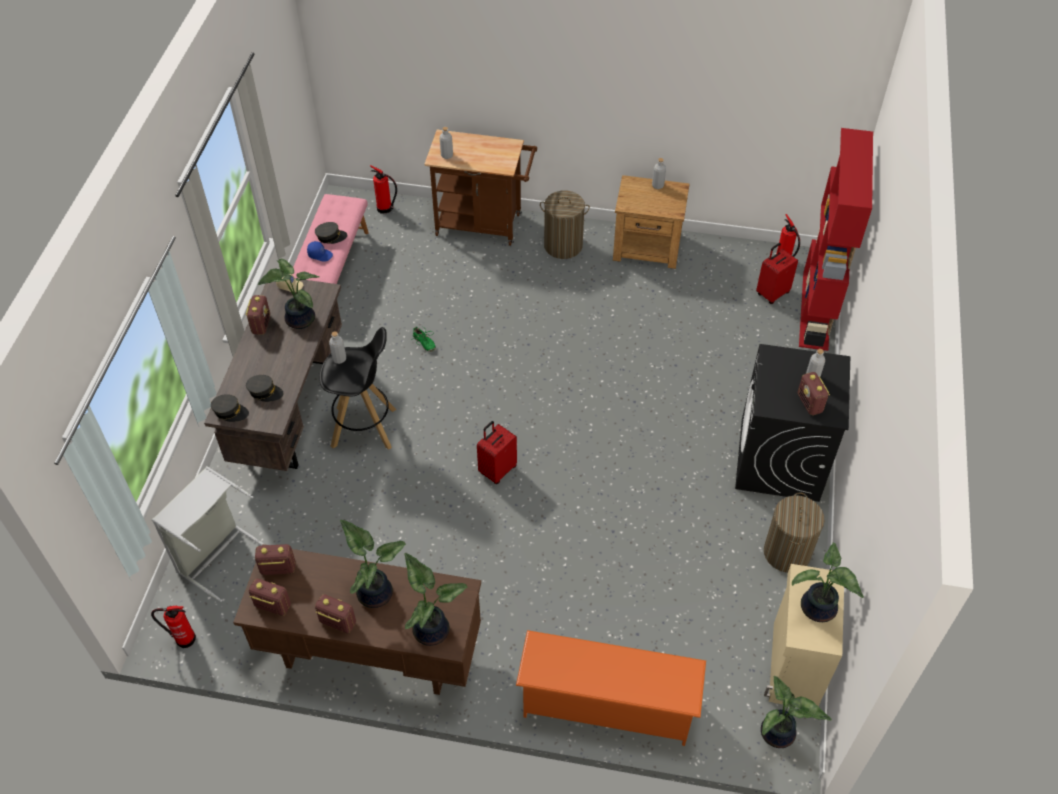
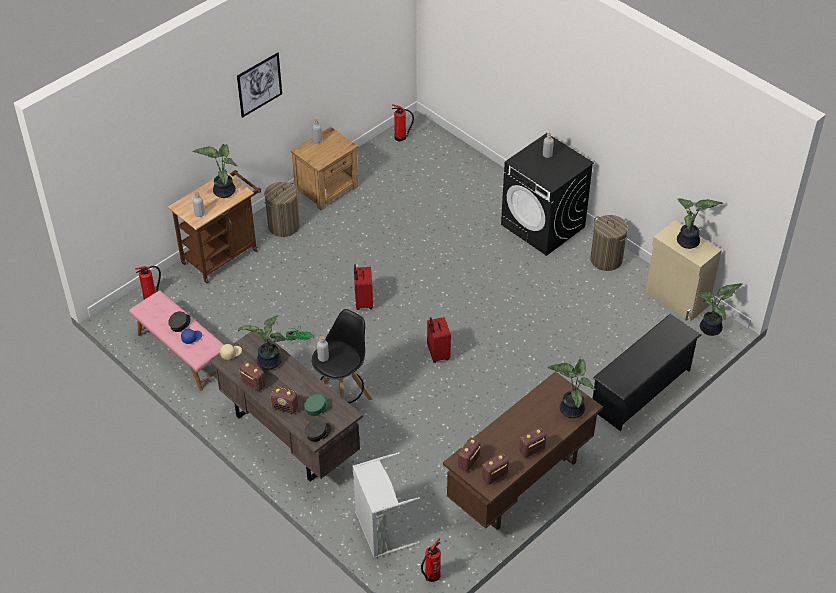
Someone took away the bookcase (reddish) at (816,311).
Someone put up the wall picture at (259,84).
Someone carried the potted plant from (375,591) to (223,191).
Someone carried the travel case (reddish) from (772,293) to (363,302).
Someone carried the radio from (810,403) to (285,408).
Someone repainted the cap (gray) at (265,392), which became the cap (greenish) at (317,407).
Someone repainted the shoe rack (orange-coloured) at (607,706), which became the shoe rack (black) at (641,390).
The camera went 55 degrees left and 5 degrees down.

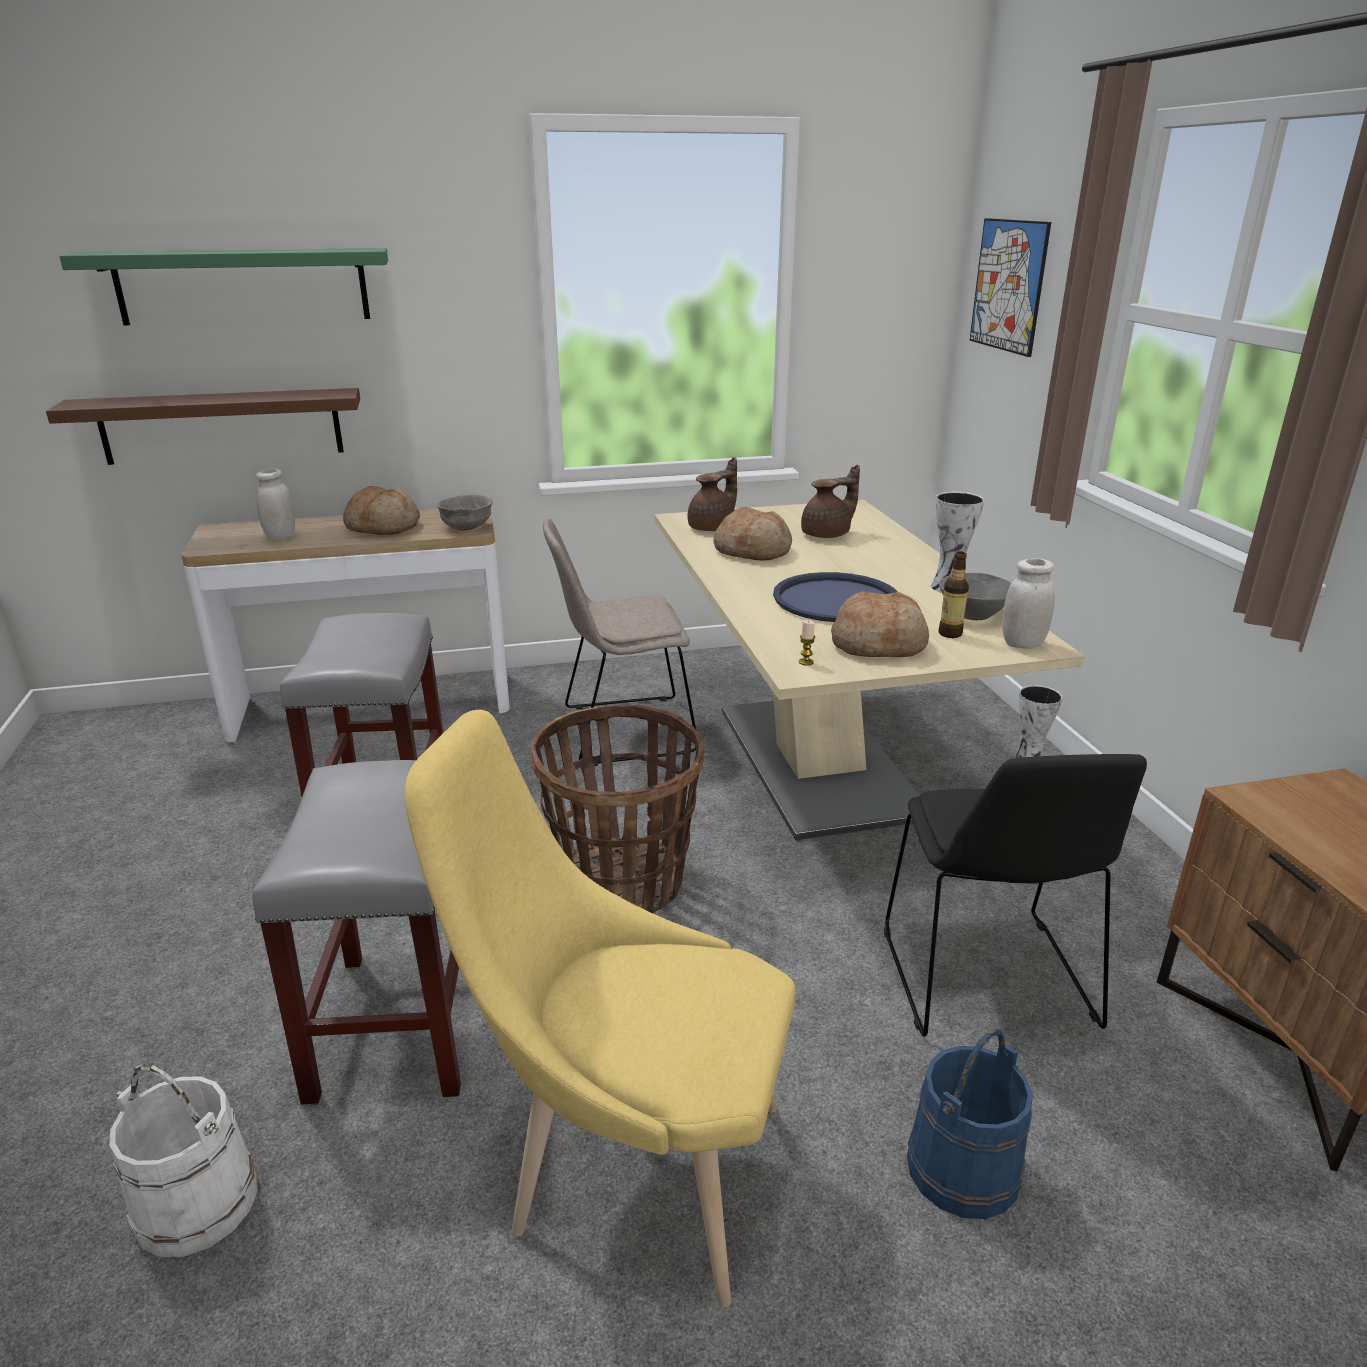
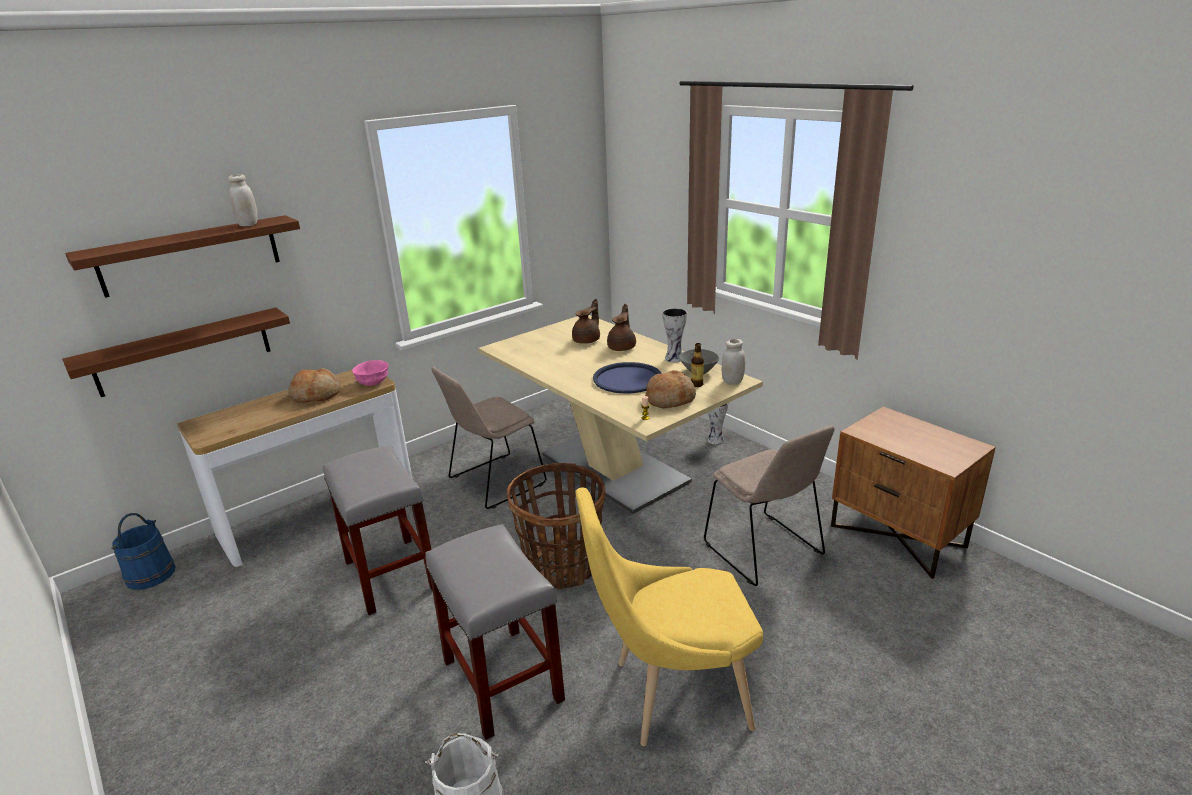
Someone took away the baked bread at (753,551).
Someone took away the wall picture at (1008,285).
Someone carried the jar (white) from (281,537) to (248,224).
Someone carried the pot for tea (brown) from (713,528) to (622,347).
Someone carried the pail (blue) from (963,1169) to (151,574).
Someone repainted the bracket shelf (greenish) at (243,286), which became the bracket shelf (brown) at (190,255).
Someone repainted the serving bowl (gray) at (467,527), which became the serving bowl (pink) at (373,382).
Someone repainted the plain chair (black) at (987,981), which became the plain chair (beige-coloured) at (765,551).
The camera went 25 degrees left and 0 degrees up.

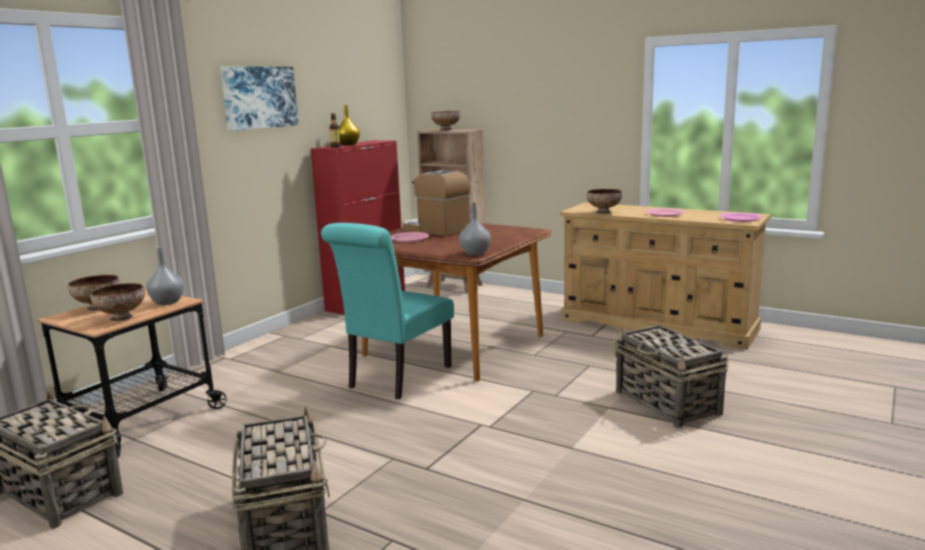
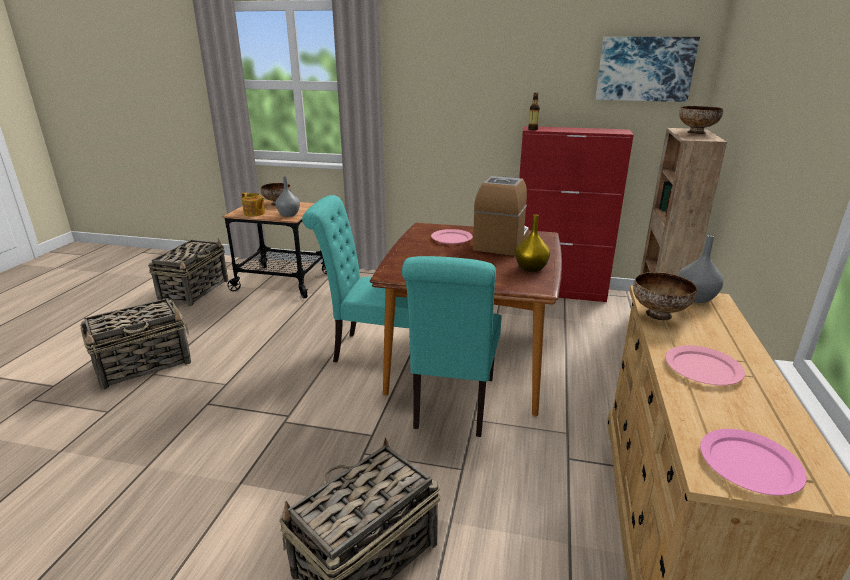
Someone put down the plain chair (turquoise) at (452,406).
Someone carried the wall picture from (259,97) to (644,69).
Someone carried the decorative vase (yellow) from (349,144) to (531,268).
Someone carried the decorative vase (gray) from (475,253) to (696,298).
Someone swapped the serving bowl at (121,318) for the pot for tea at (254,213).
The camera went 70 degrees right and 10 degrees up.

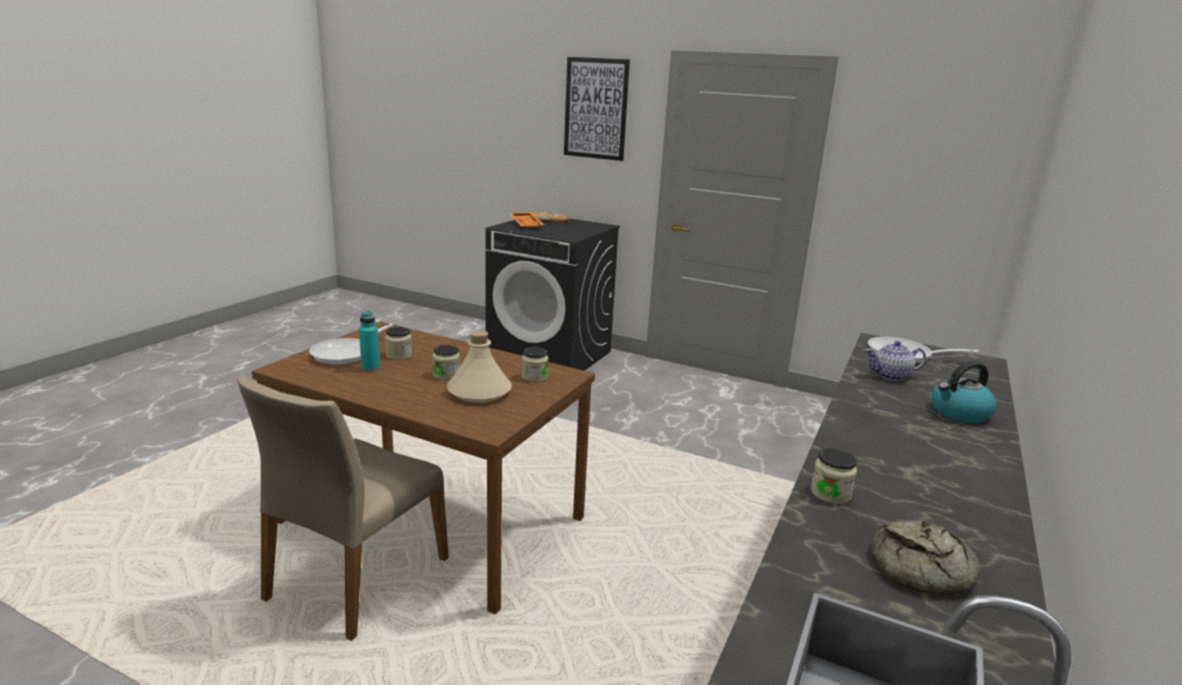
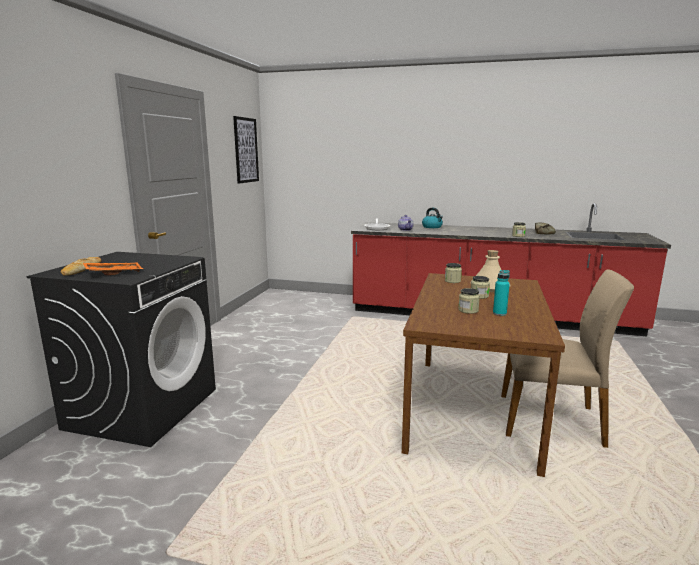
Someone took away the pan at (347,353).
Someone carried the wall picture from (596,109) to (246,150).
The camera went 100 degrees left and 5 degrees down.

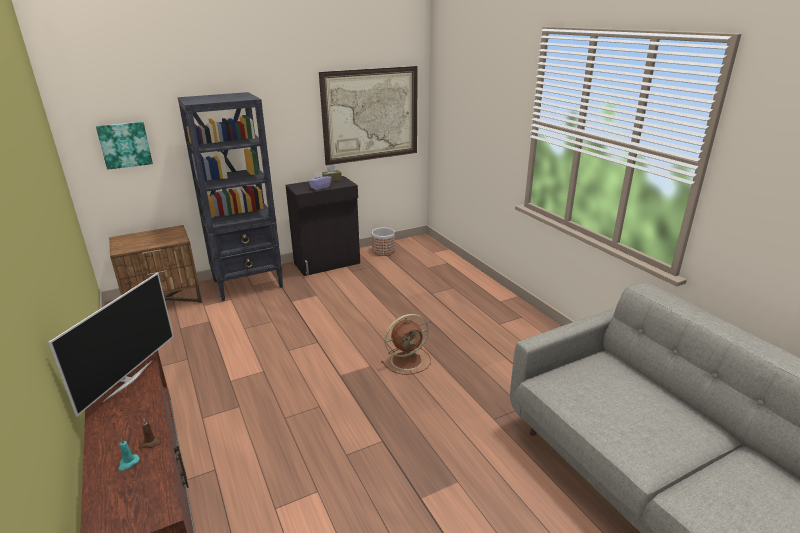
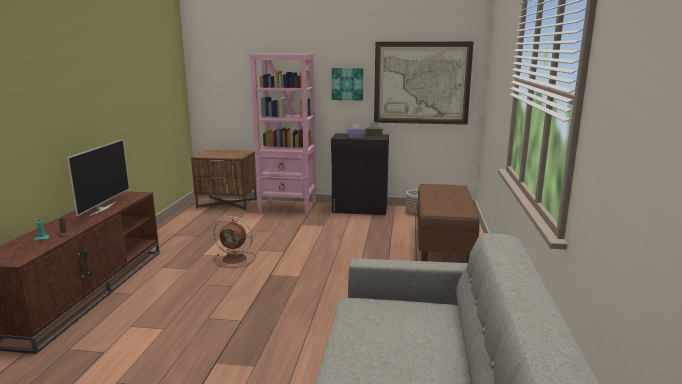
Someone put down the bench (brown) at (443,246).
Someone carried the wall picture from (125,145) to (347,84).
Someone carried the fan (brown) from (408,360) to (235,259).
Someone repainted the bookcase (black) at (248,284), which became the bookcase (pink) at (288,208).
Someone rotated the TV at (128,380) by 45 degrees counterclockwise.
The camera went 35 degrees right and 10 degrees down.

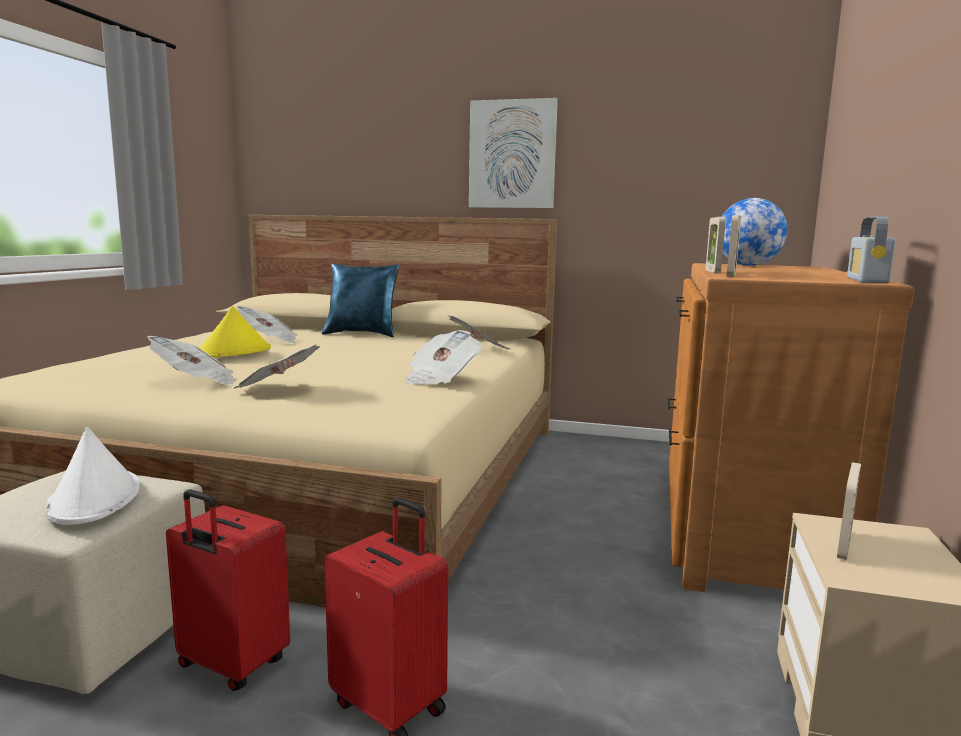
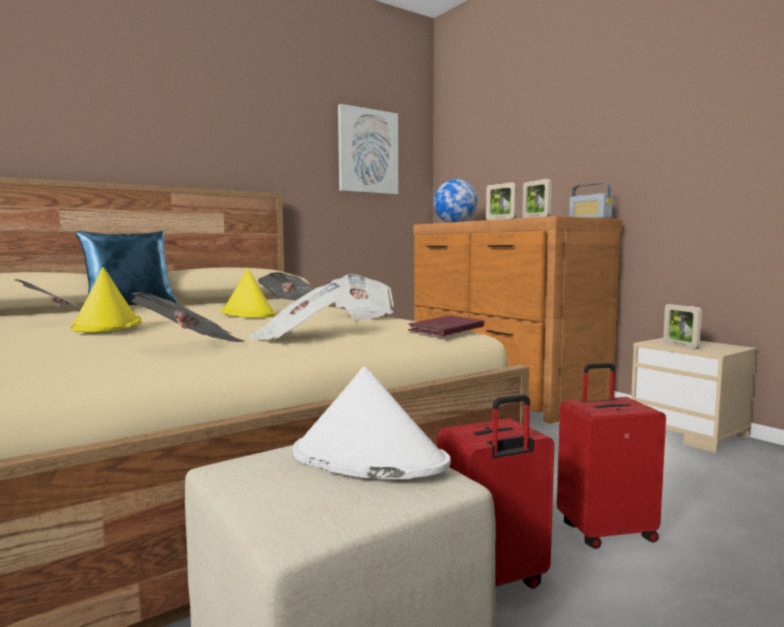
Someone put down the hat (yellow) at (248,313).
Someone put down the volume (reddish) at (446,330).
Someone carried the wall picture from (512,154) to (368,151).
The camera went 50 degrees left and 5 degrees down.

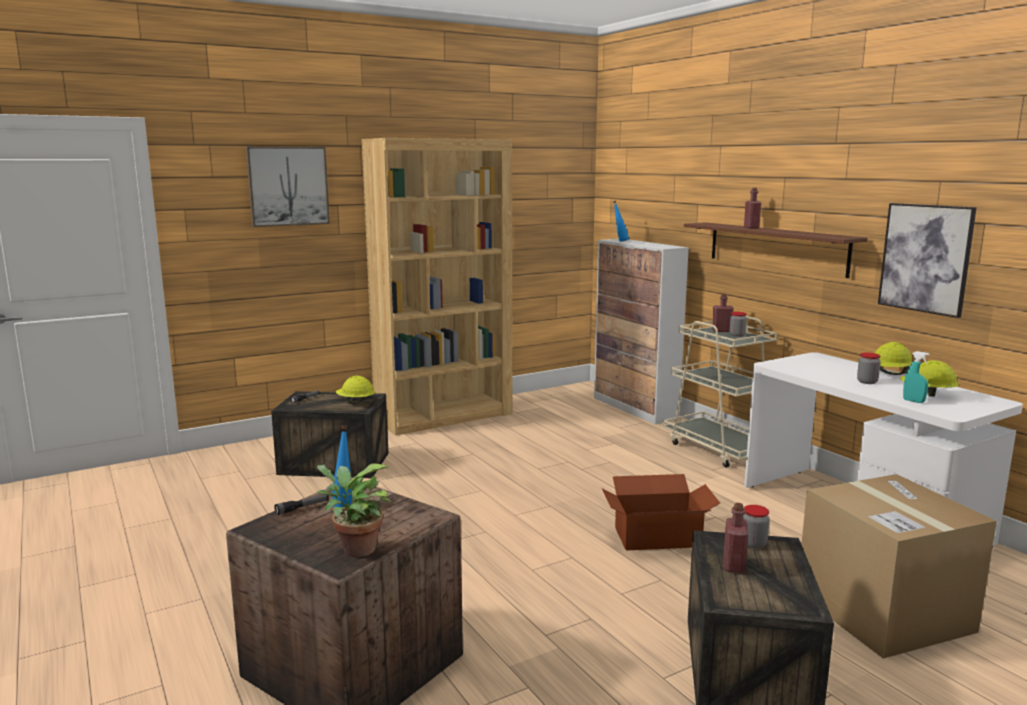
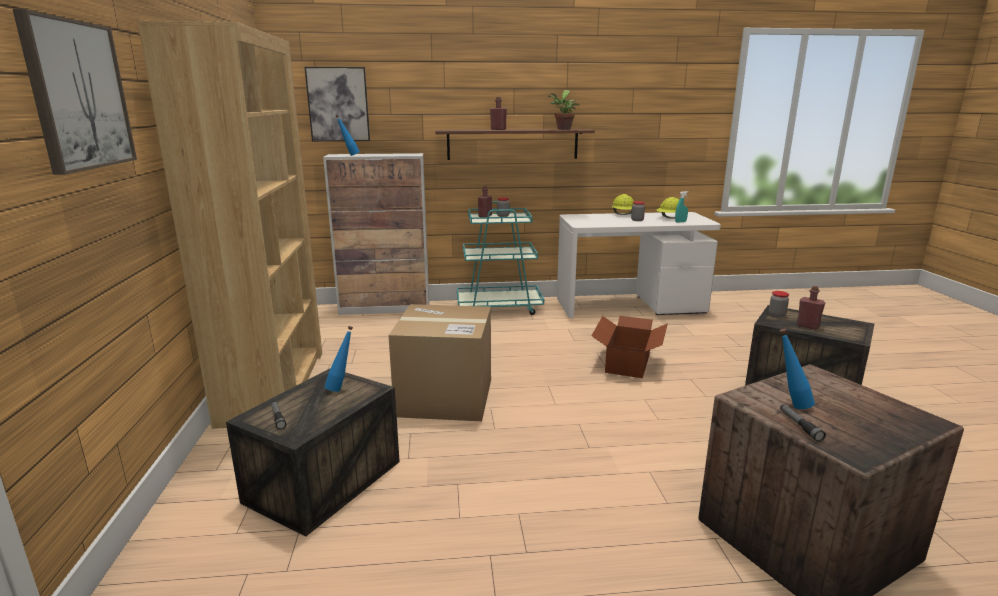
Someone carried the potted plant from (355,549) to (563,129).
Someone carried the cardboard box from (883,612) to (445,397).
Someone carried the wall picture from (925,258) to (338,104).
Someone swapped the work helmet (yellow) at (355,402) for the beverage bottle (blue) at (341,388).
Someone repainted the cart (beige-coloured) at (719,449), which became the cart (turquoise) at (499,307).
The camera went 65 degrees left and 5 degrees up.

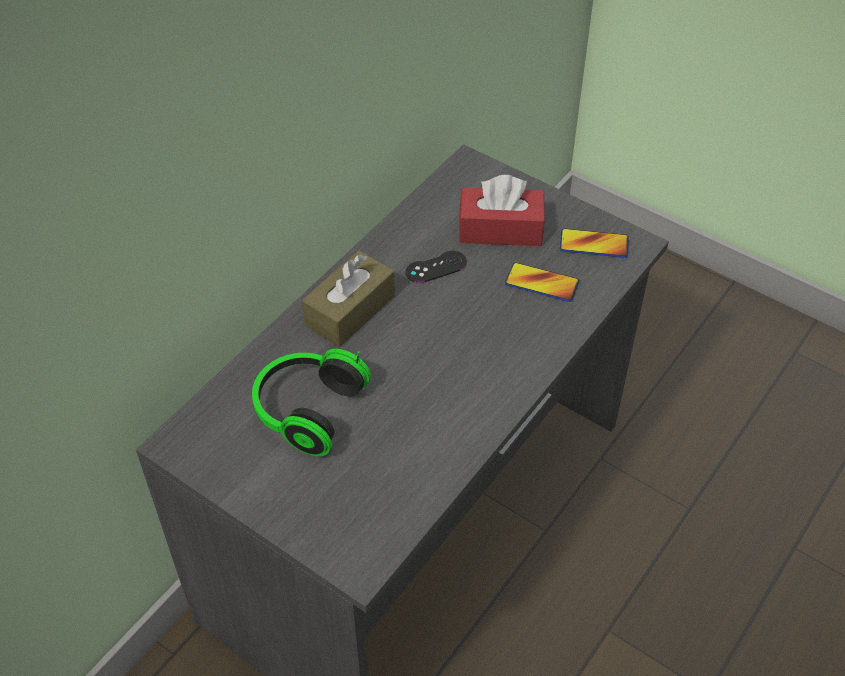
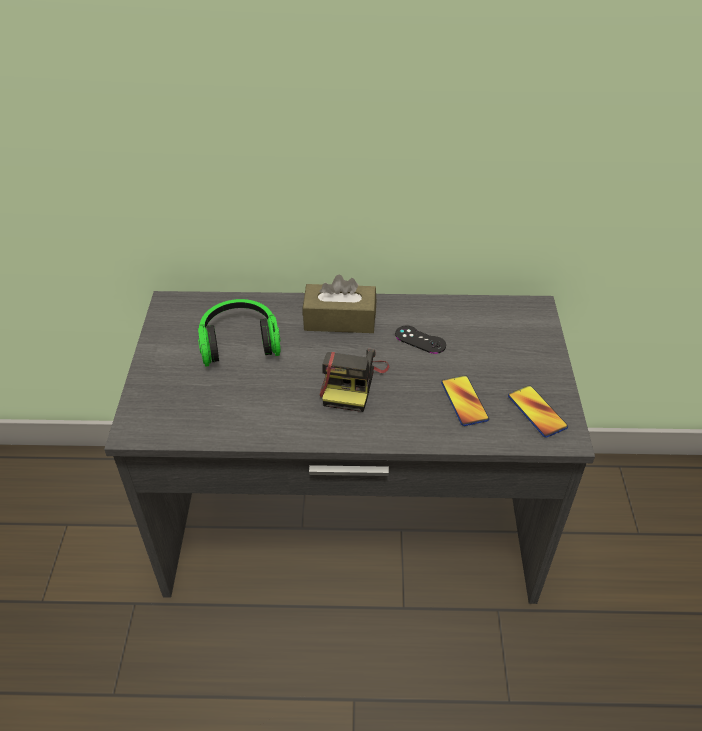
Someone took away the tissue box (reddish) at (500,229).
Someone put down the still camera at (352,382).
The camera went 55 degrees right and 5 degrees down.

